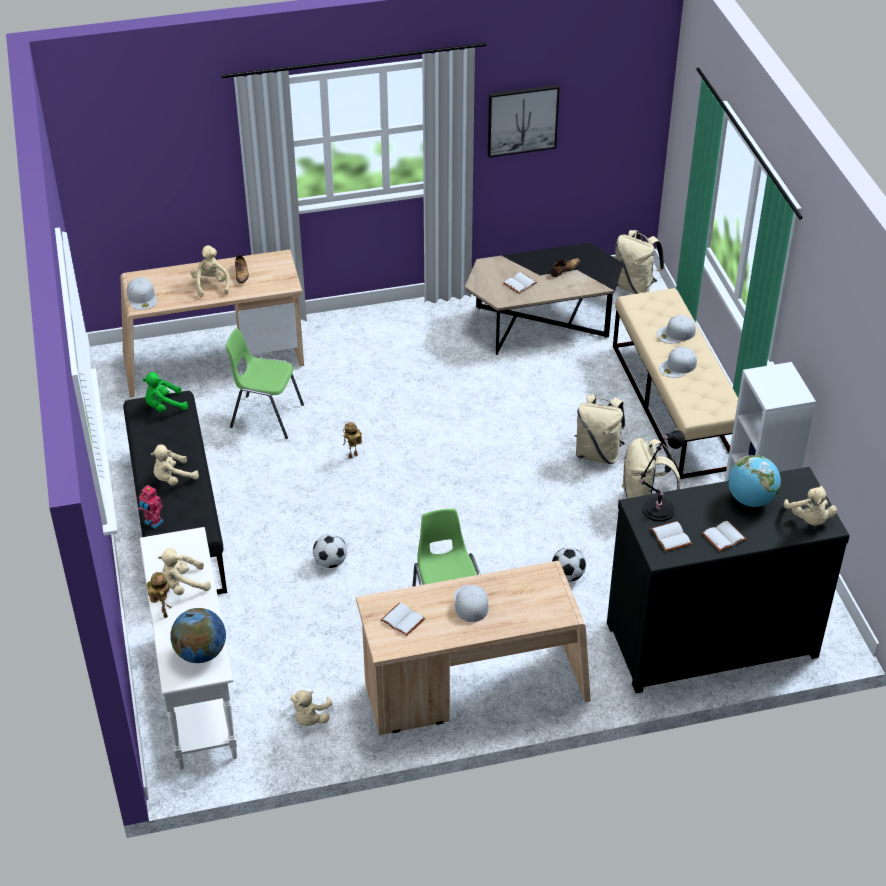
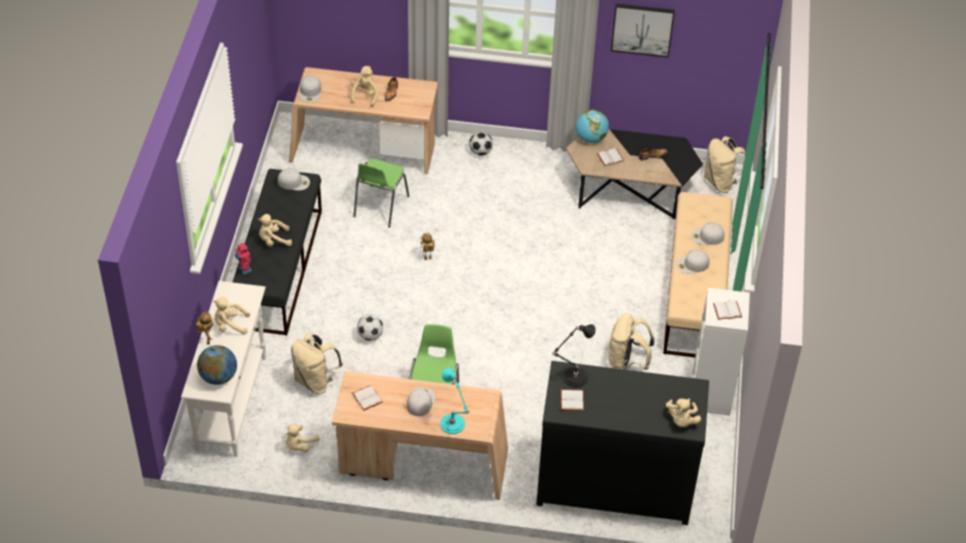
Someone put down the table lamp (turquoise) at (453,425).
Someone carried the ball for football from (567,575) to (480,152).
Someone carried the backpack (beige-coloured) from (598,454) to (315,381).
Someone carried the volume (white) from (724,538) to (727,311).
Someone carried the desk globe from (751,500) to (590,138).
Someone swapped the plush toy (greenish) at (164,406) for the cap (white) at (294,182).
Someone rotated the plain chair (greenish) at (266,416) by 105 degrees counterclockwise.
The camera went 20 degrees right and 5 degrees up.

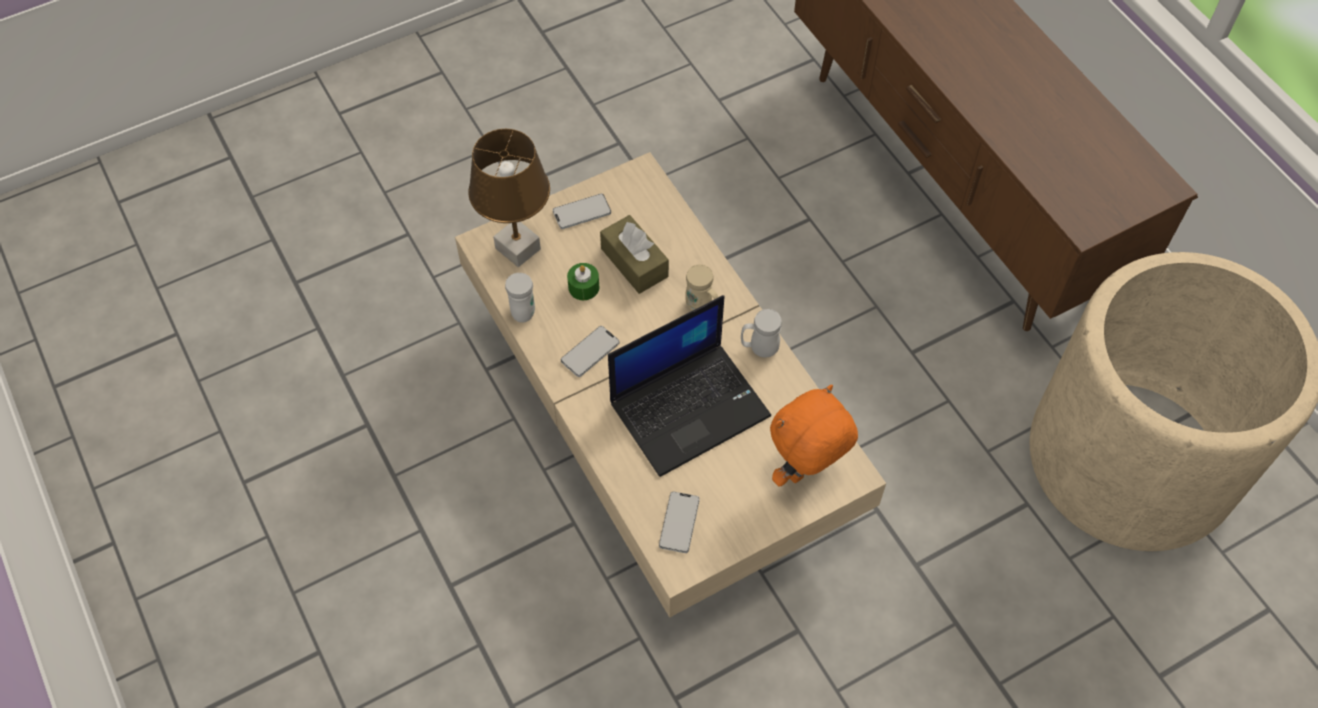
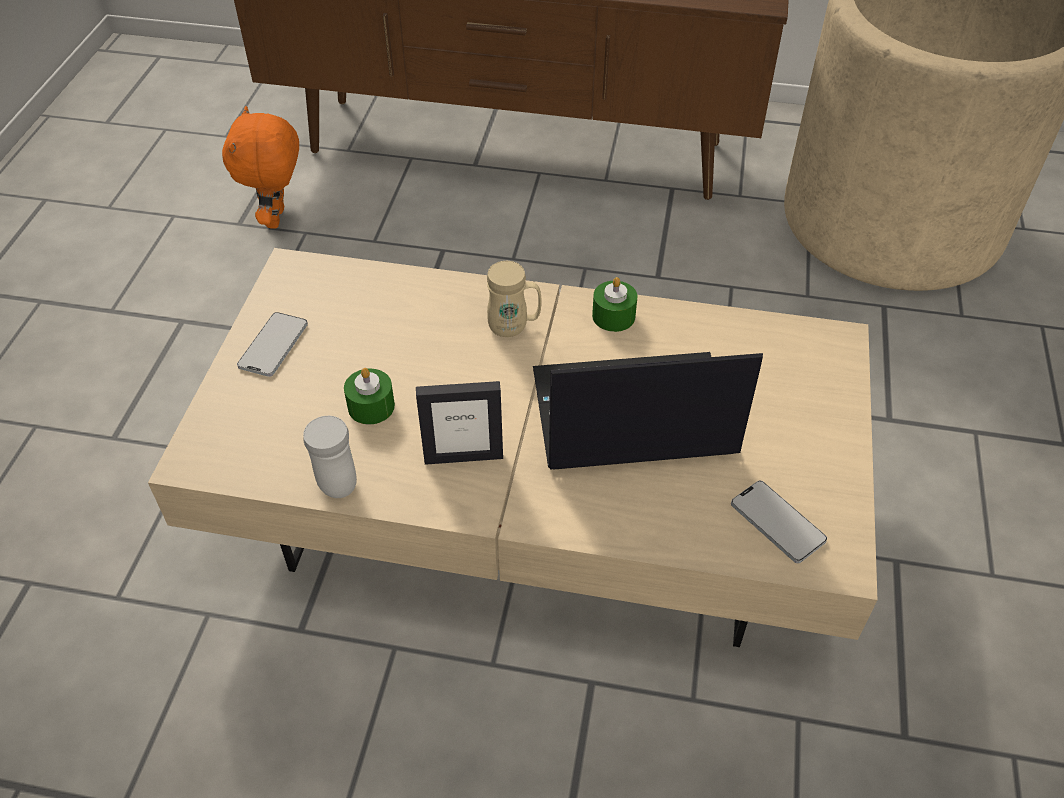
Someone took away the table lamp (brown) at (517,248).
Someone took away the tissue box (brown) at (634,262).
Someone carried the plush toy (orange-coloured) from (805,472) to (278,219).
Someone swapped the telephone at (590,352) for the picture frame at (463,456).
Someone swapped the coffee mug (white) at (759,348) for the wax candle (greenish) at (613,316).
Someone rotated the notebook computer at (690,407) by 105 degrees counterclockwise.
The camera went 50 degrees left and 10 degrees down.

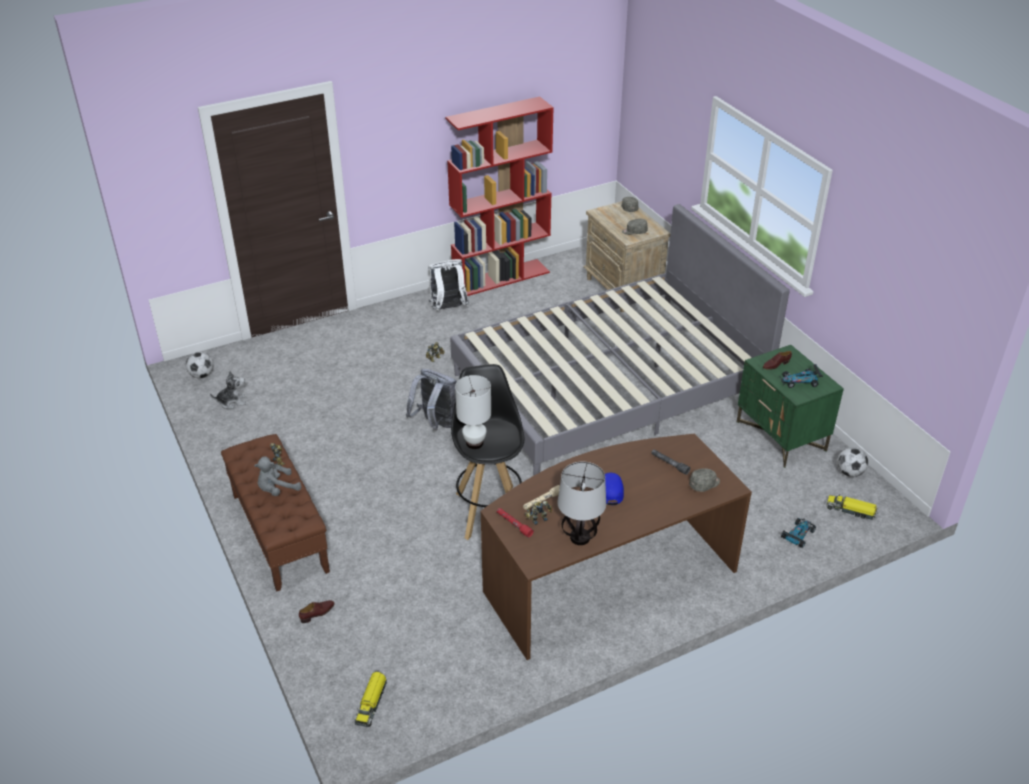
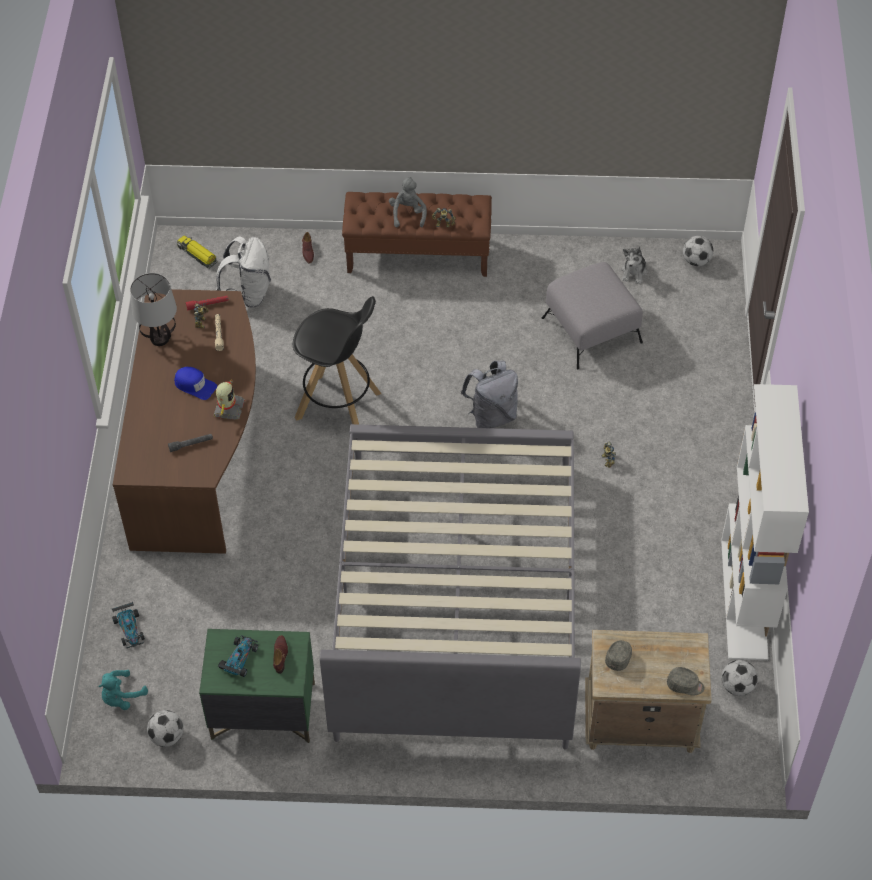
Someone took away the table lamp (white) at (474,443).
Someone took away the cap (gray) at (704,484).
Someone put down the model robot at (228,408).
Someone put down the ottoman (gray) at (592,330).
Someone put down the ball for football at (737,686).
Someone carried the backpack (white) from (448,309) to (249,293).
Someone swapped the model truck at (851,511) for the plush toy (turquoise) at (121,697).
Someone repainted the bookcase (reddish) at (501,277), which became the bookcase (white) at (745,599).
The camera went 120 degrees right and 15 degrees up.

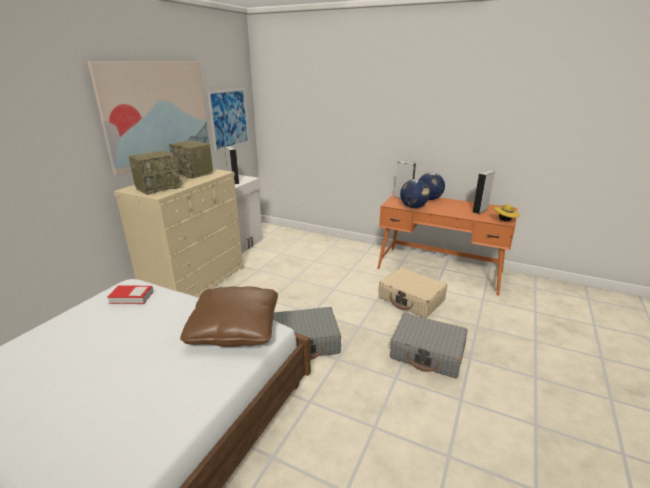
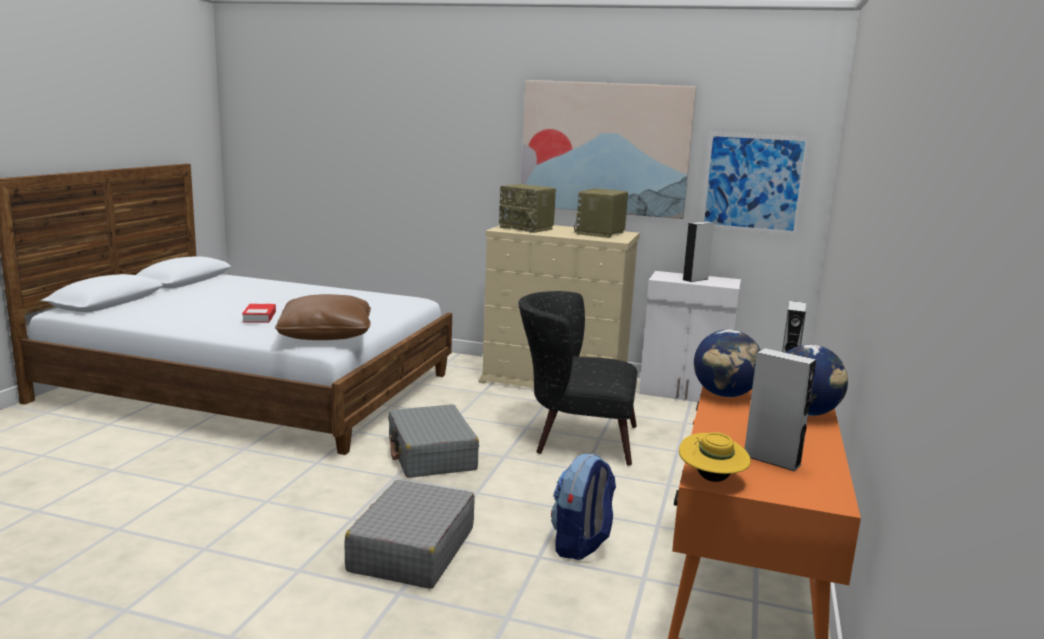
Someone put down the easy chair (black) at (574,438).
Someone carried the volume from (131,297) to (259,317).
Someone swapped the travel case (beige-coloured) at (411,299) for the backpack at (581,545).
The camera went 80 degrees right and 10 degrees down.

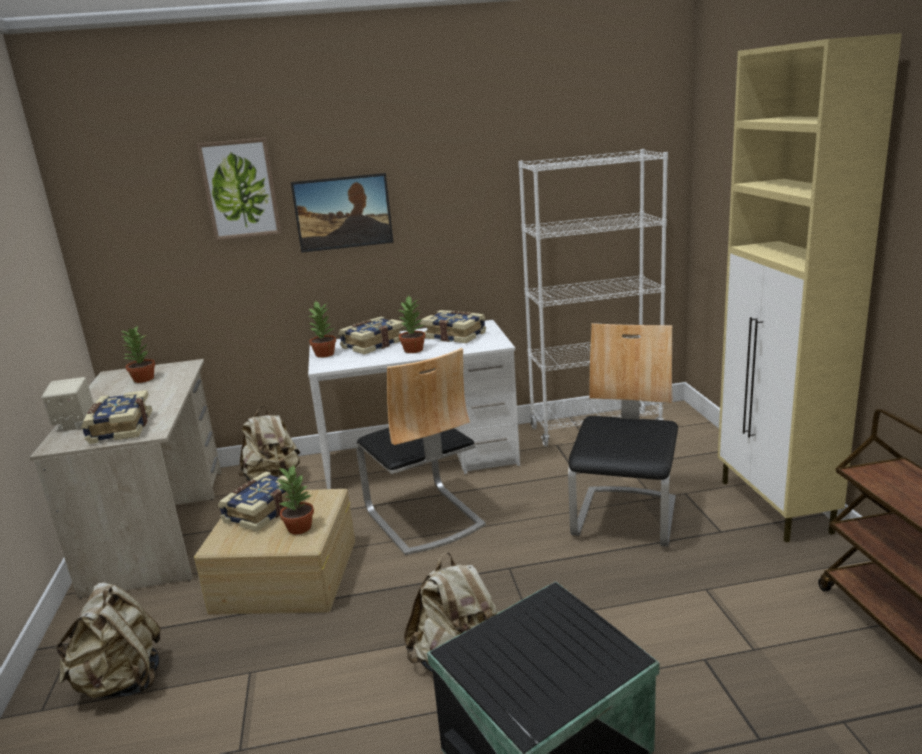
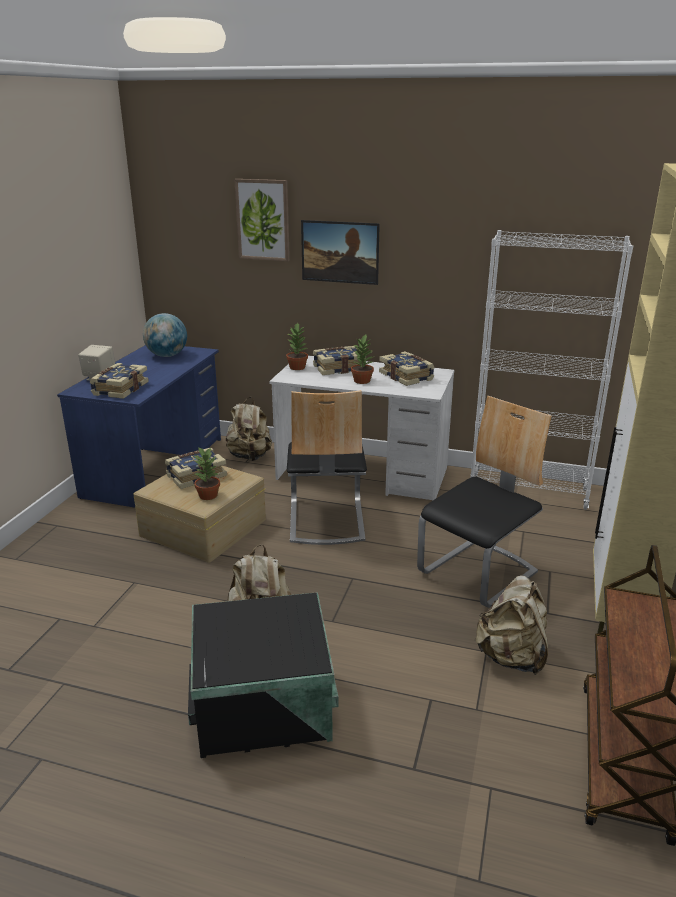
Someone carried the backpack (beige-coloured) from (121,683) to (511,657).
Someone swapped the potted plant at (143,379) for the desk globe at (167,356).
Someone repainted the desk unit (beige-coloured) at (160,527), which became the desk unit (blue) at (155,467).
The camera went 25 degrees right and 5 degrees up.

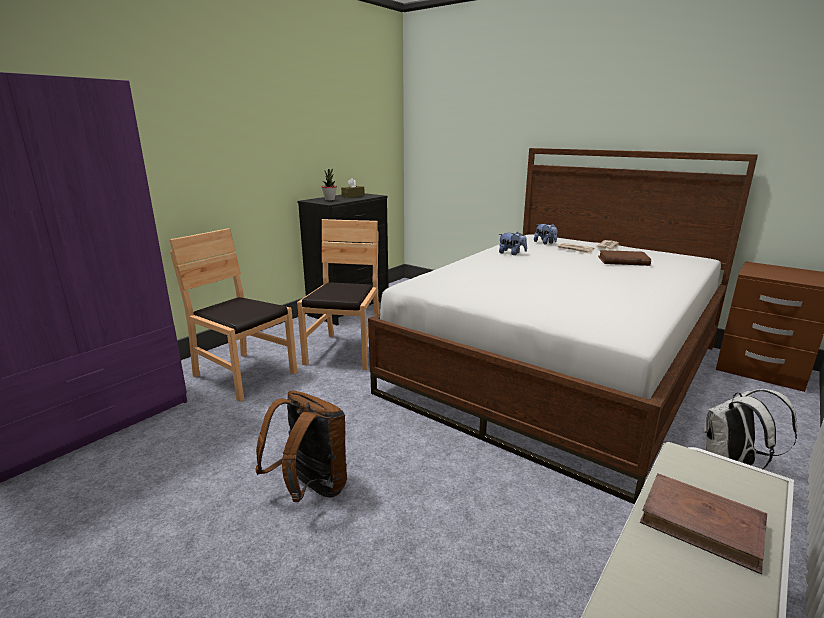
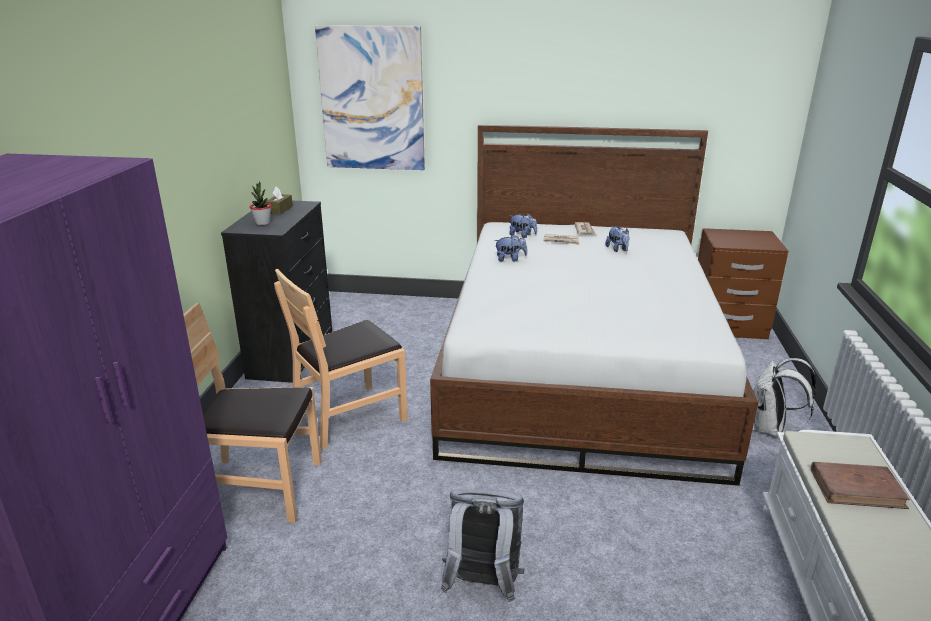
Someone put up the wall picture at (372,99).
Someone swapped the volume (brown) at (623,261) for the plush toy at (617,249).
Someone repainted the backpack (brown) at (310,489), which became the backpack (gray) at (482,585).
Someone rotated the plain chair (brown) at (345,351) by 105 degrees counterclockwise.
The camera went 30 degrees left and 5 degrees up.

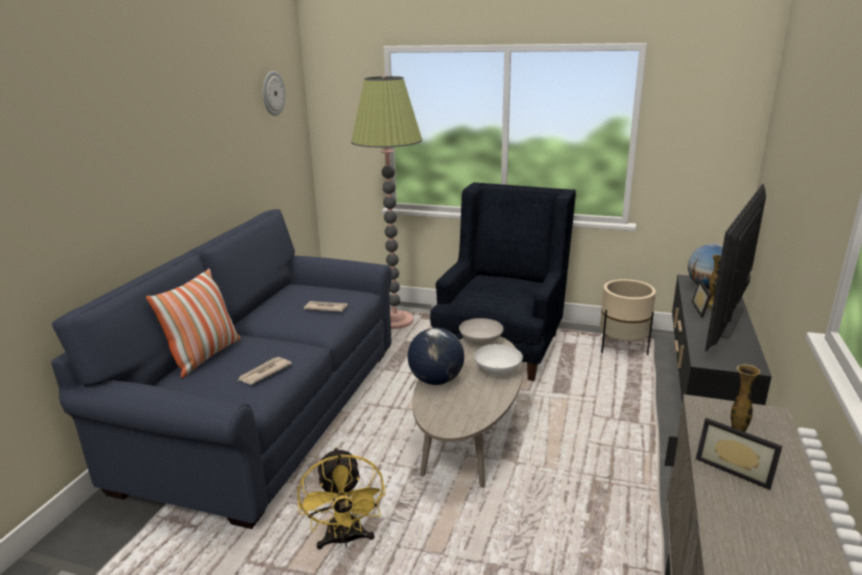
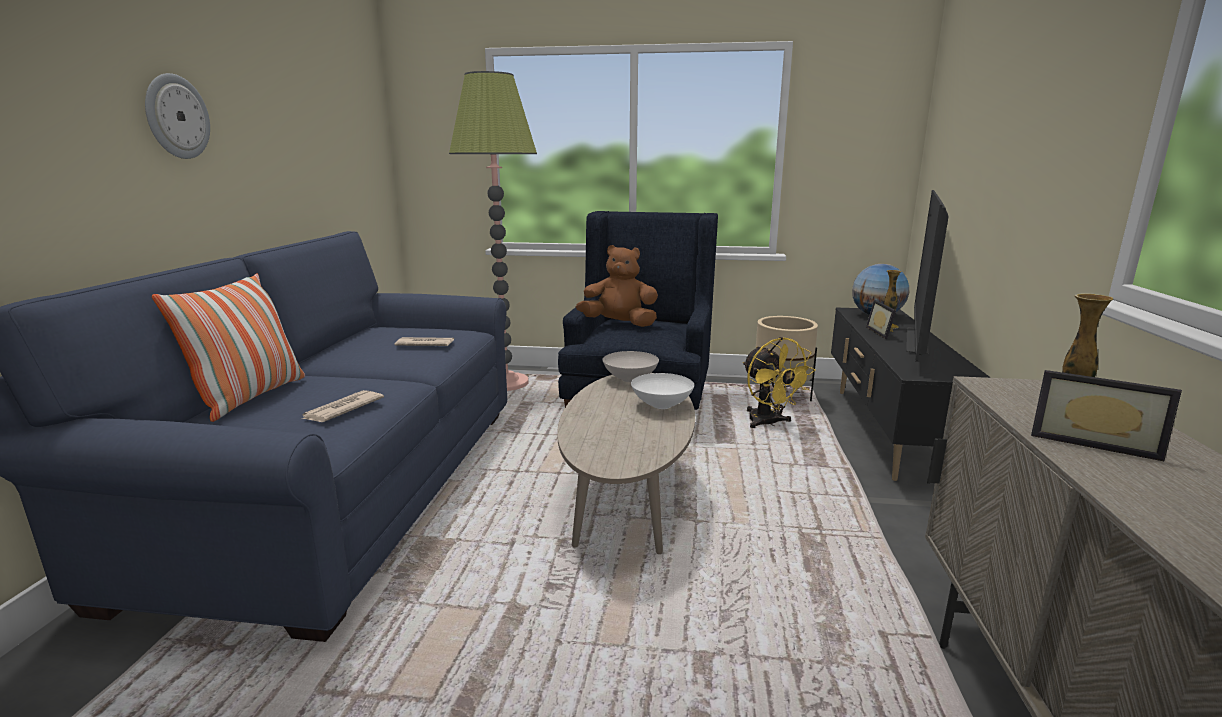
Someone took away the desk globe at (436,380).
Someone put down the plush toy (brown) at (619,324).
Someone carried the wall clock from (272,93) to (176,117).
Someone carried the fan (yellow) from (345,540) to (768,423).
The camera went 10 degrees left and 5 degrees down.

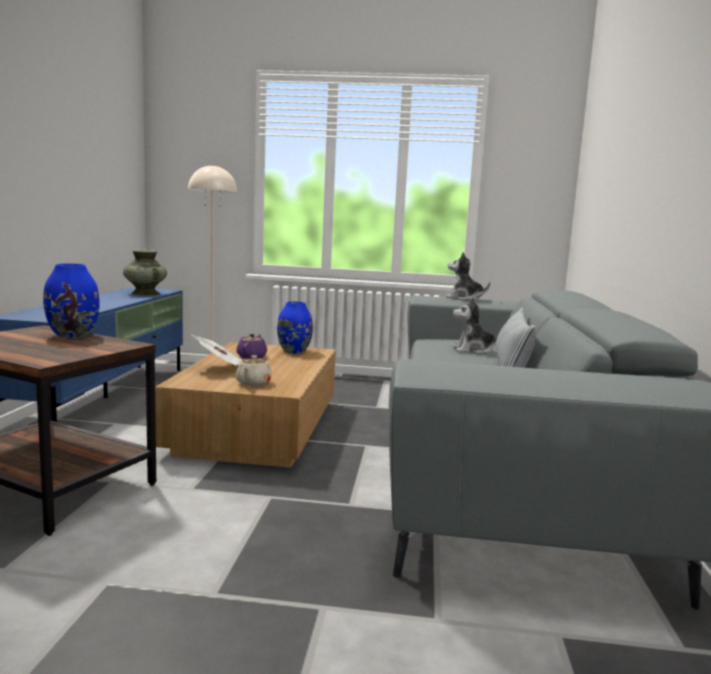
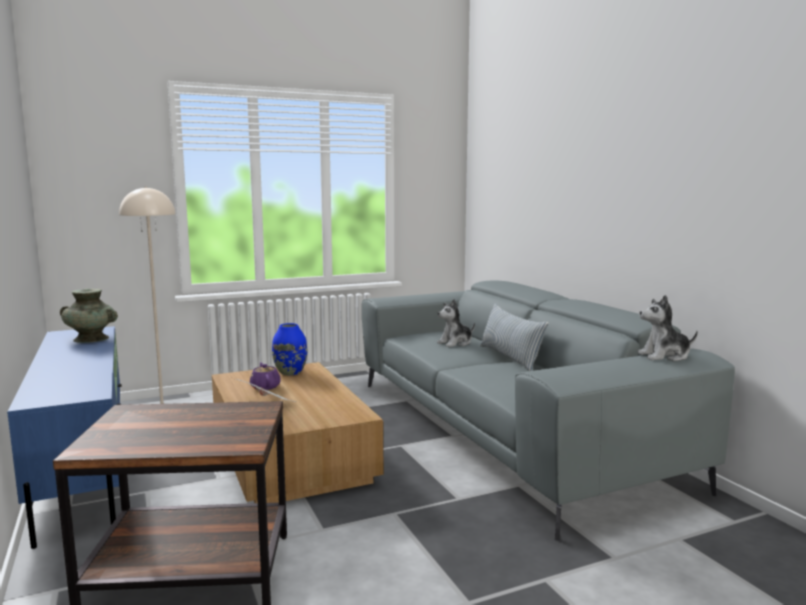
Someone took away the decorative vase (blue) at (73,335).
Someone took away the pot for tea (beige-coloured) at (253,383).
Someone carried the plush toy from (464,298) to (664,356).
The camera went 30 degrees left and 0 degrees up.

